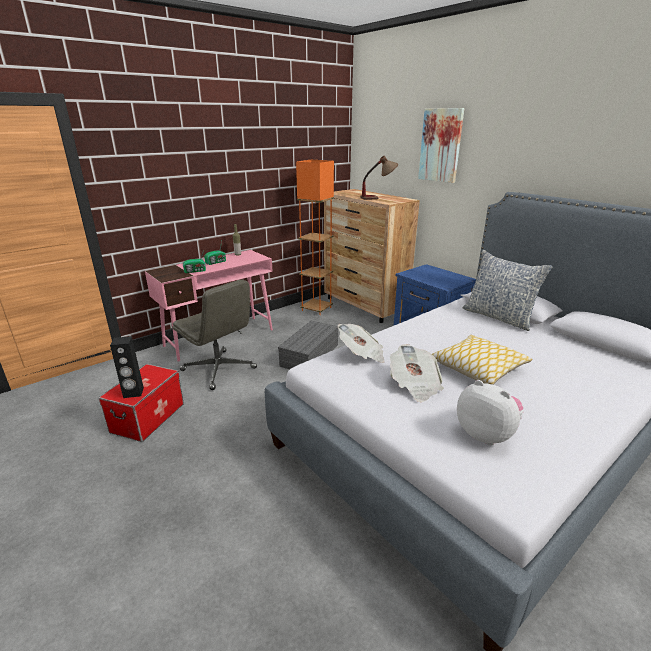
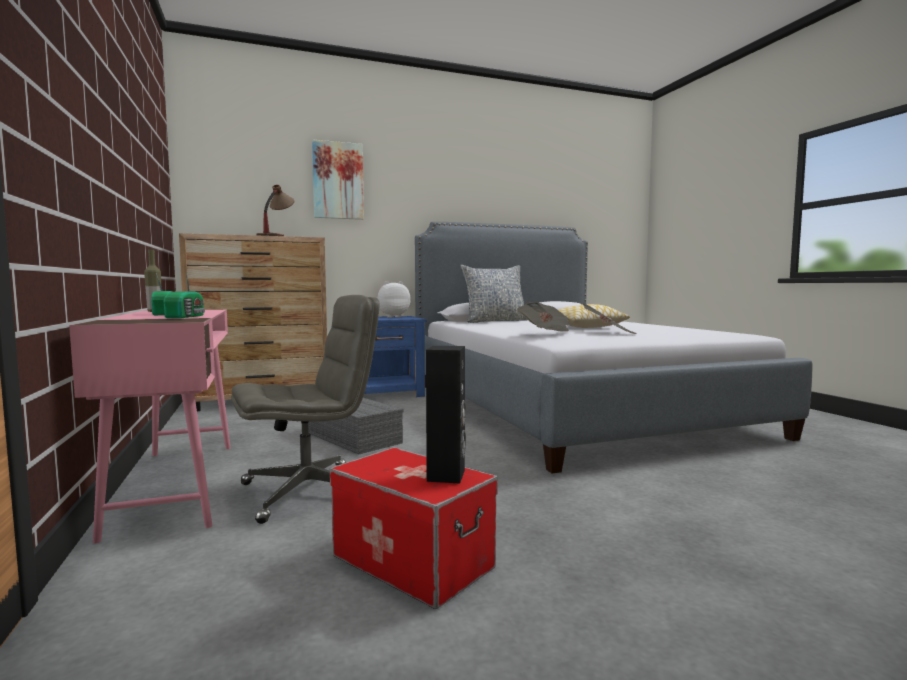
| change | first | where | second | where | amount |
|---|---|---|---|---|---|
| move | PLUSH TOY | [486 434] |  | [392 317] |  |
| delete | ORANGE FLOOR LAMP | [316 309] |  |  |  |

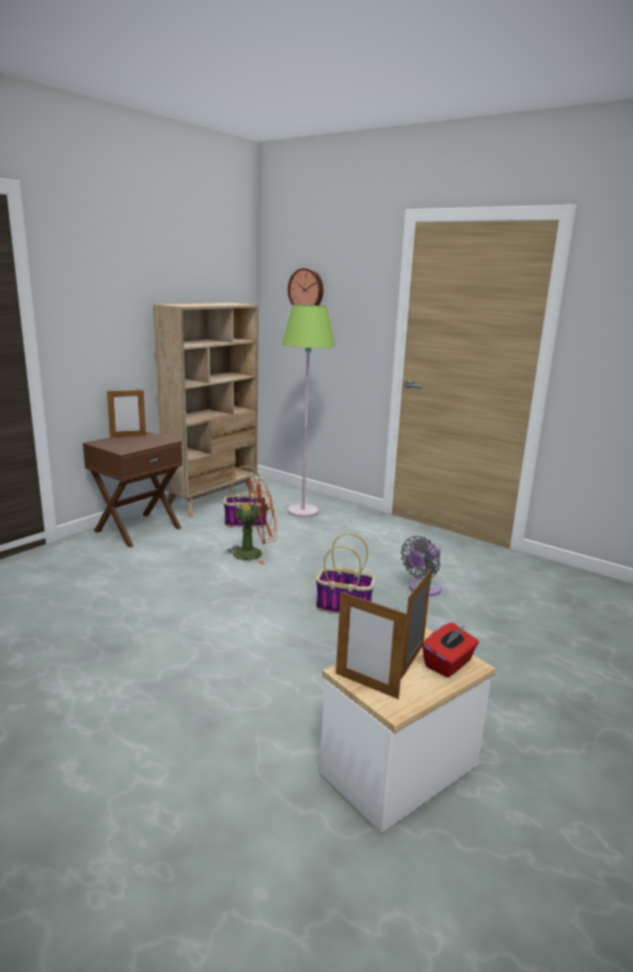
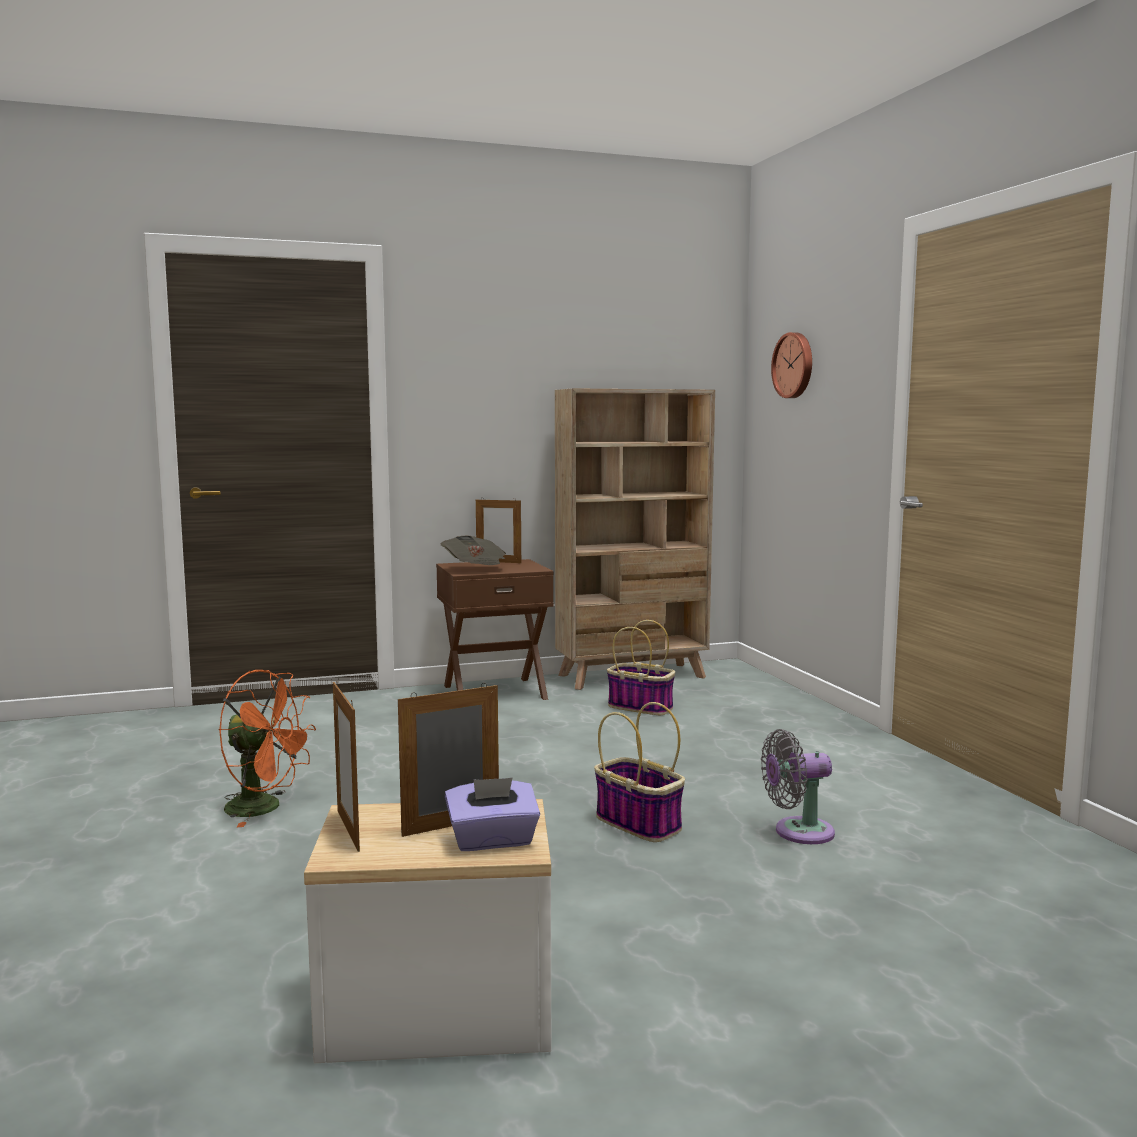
| change | first | where | second | where | amount |
|---|---|---|---|---|---|
| move | ORANGE FAN | [254 553] |  | [265 808] |  |
| insert |  |  | NEWSPAPER | [476 569] |  |
| recolor | RED TISSUE BOX | [448 664] | PURPLE TISSUE BOX | [492 841] |  |
| delete | GREEN FLOOR LAMP | [303 511] |  |  |  |

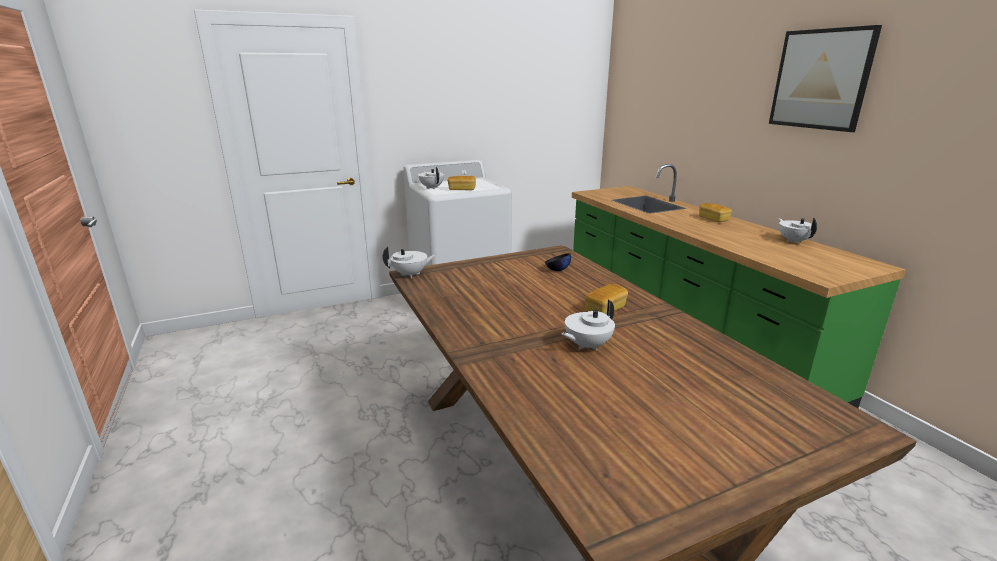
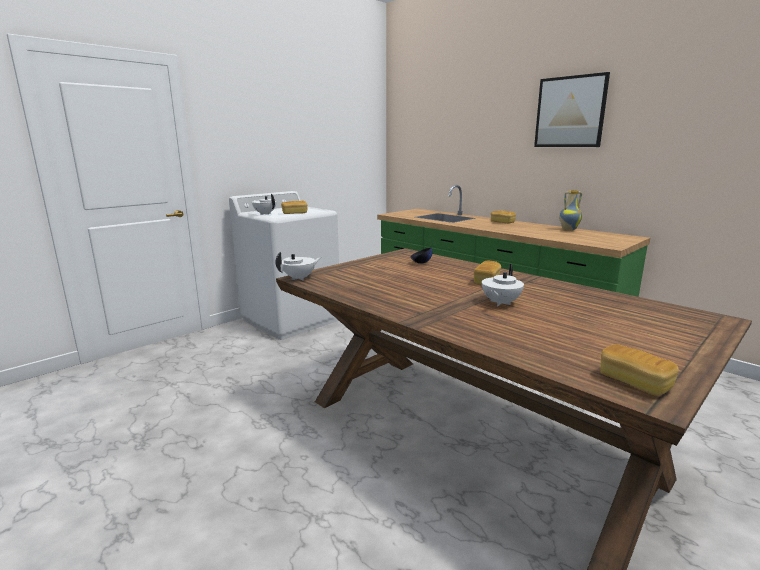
| change | first | where | second | where | amount |
|---|---|---|---|---|---|
| replace | WHITE TEAPOT | [793 241] | VASE | [568 229] |  |
| insert |  |  | BREAD | [634 382] |  |

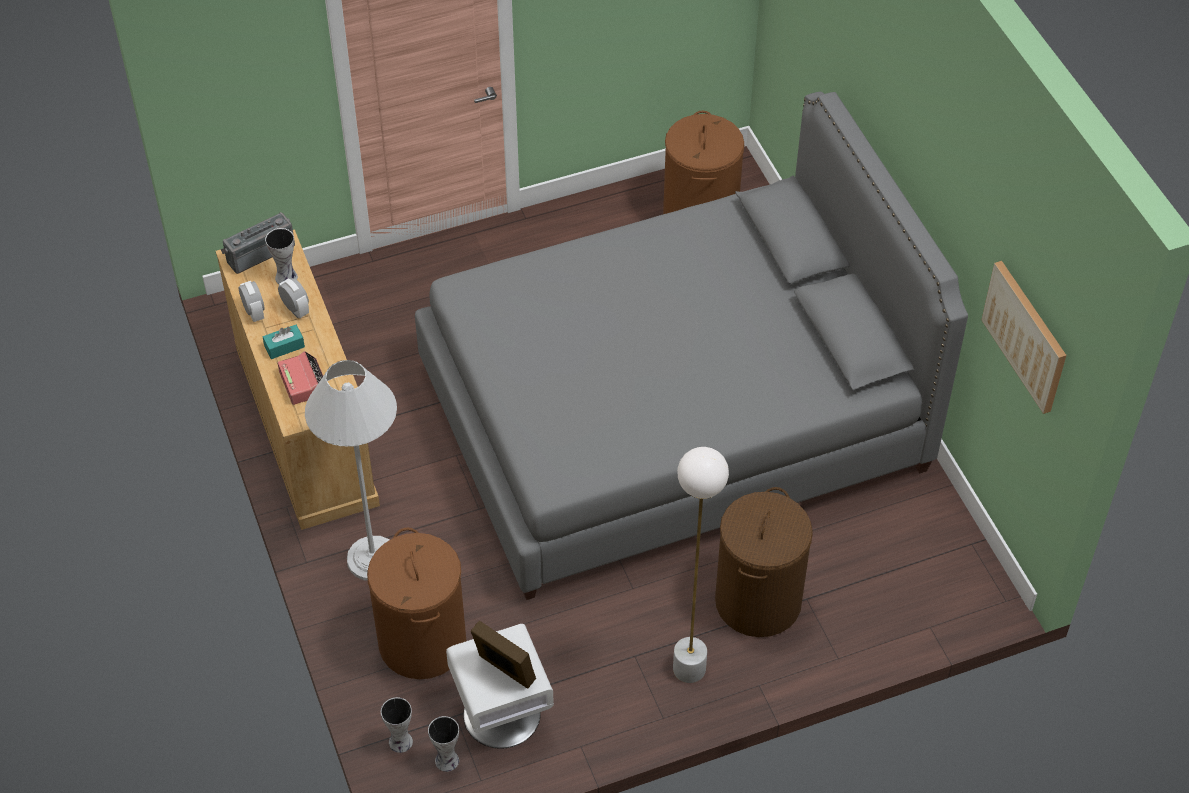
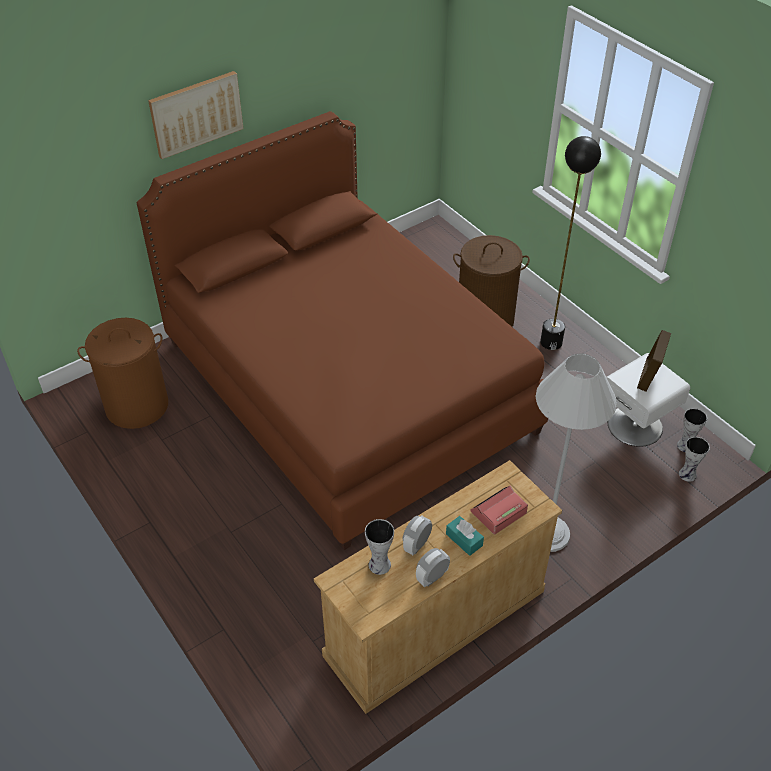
| change | first | where | second | where | amount |
|---|---|---|---|---|---|
| recolor | GREY BED | [672 418] | BROWN BED | [347 386] |  |
| move | PICTURE | [1026 335] |  | [196 113] |  |
| recolor | WHITE FLOOR LAMP | [689 669] | BLACK FLOOR LAMP | [551 342] |  |
| delete | RADIO | [259 252] |  |  |  |
| delete | BROWN LAUNDRY BASKET | [423 642] |  |  |  |

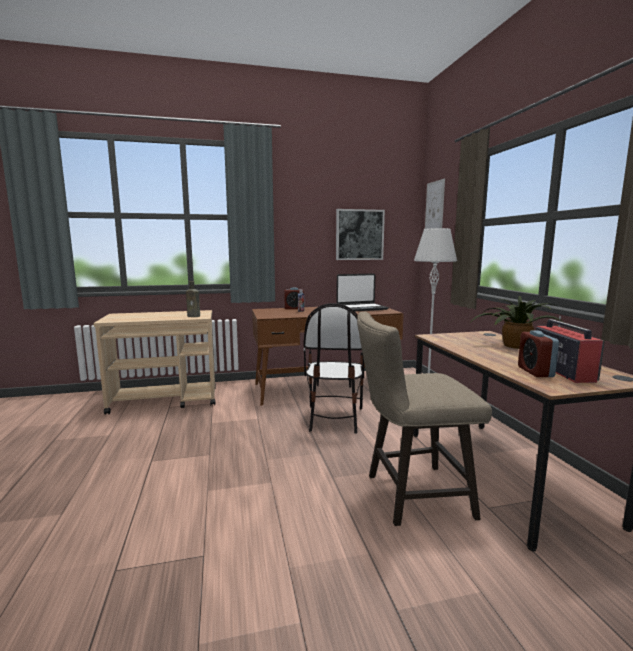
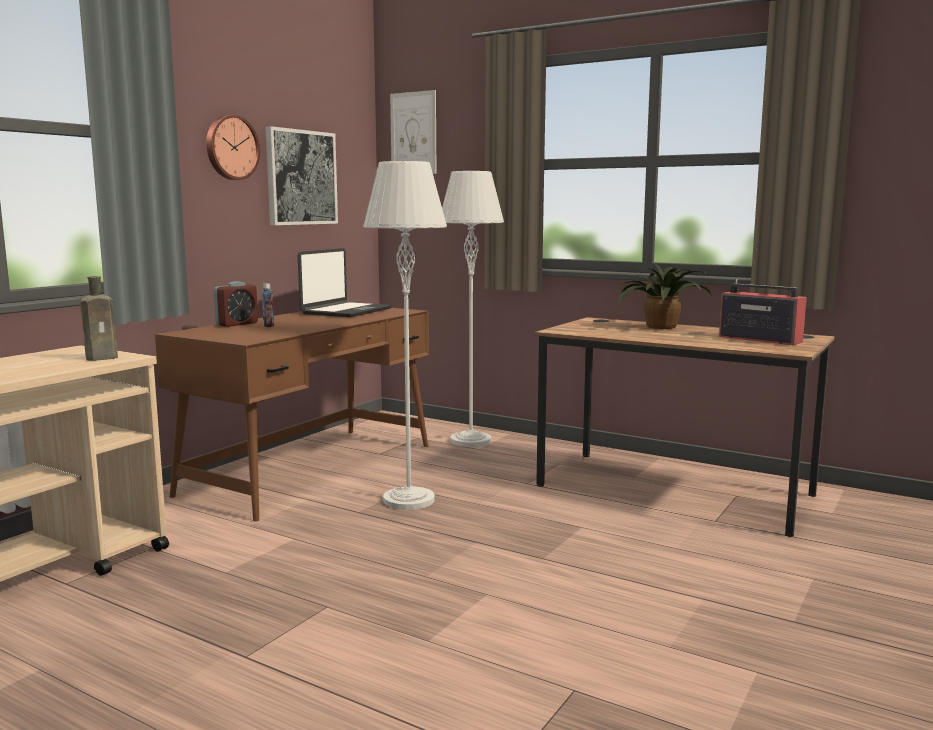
| change | first | where | second | where | amount |
|---|---|---|---|---|---|
| insert |  |  | WALL CLOCK | [231 147] |  |
| replace | CHAIR | [334 418] | GREY FLOOR LAMP | [409 500] |  |
| delete | BEIGE STOOL | [410 495] |  |  |  |
| delete | ALARM CLOCK | [535 372] |  |  |  |

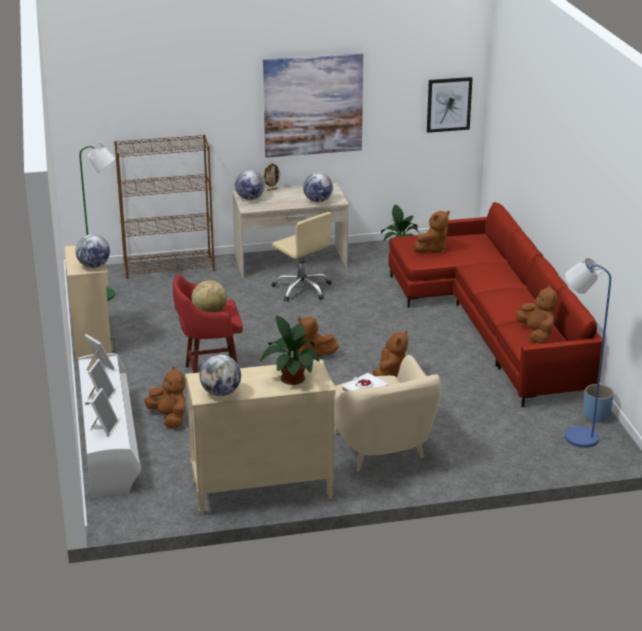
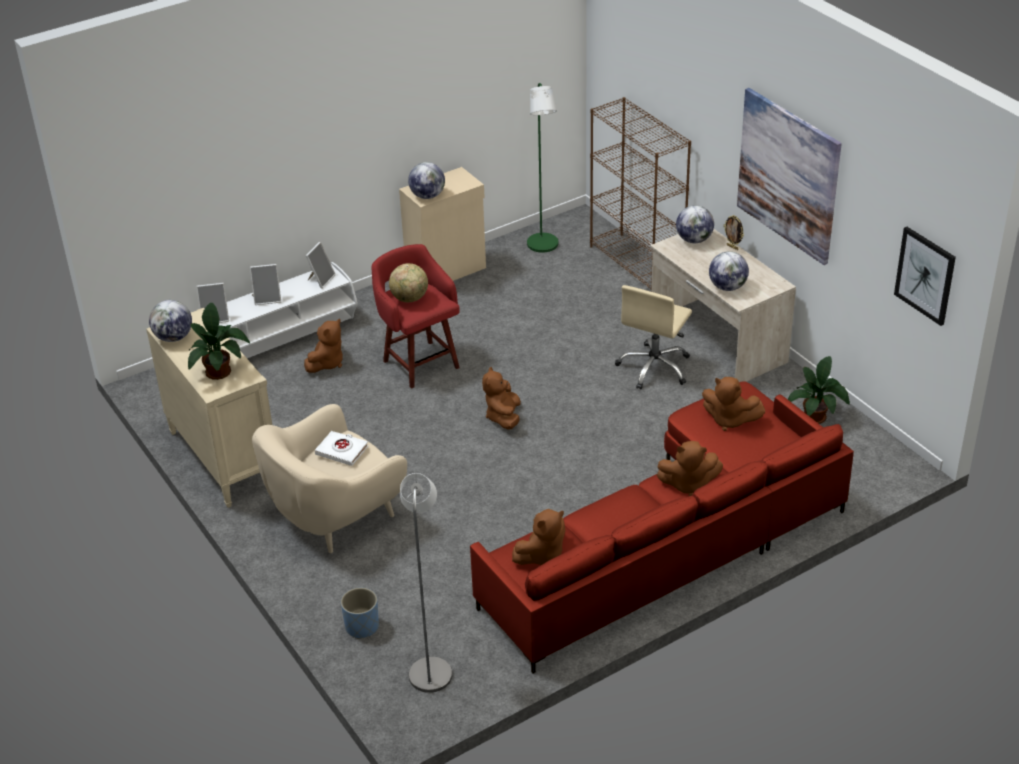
| change | first | where | second | where | amount |
|---|---|---|---|---|---|
| move | BLUE PLANTER | [596 416] |  | [362 627] |  |
| recolor | BLUE FLOOR LAMP | [574 436] | GREY FLOOR LAMP | [431 668] |  |
| move | BROWN PLUSH TOY | [390 374] |  | [688 484] |  |

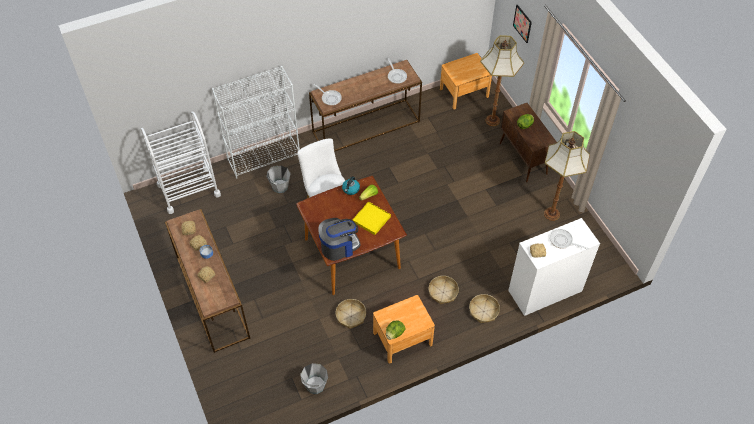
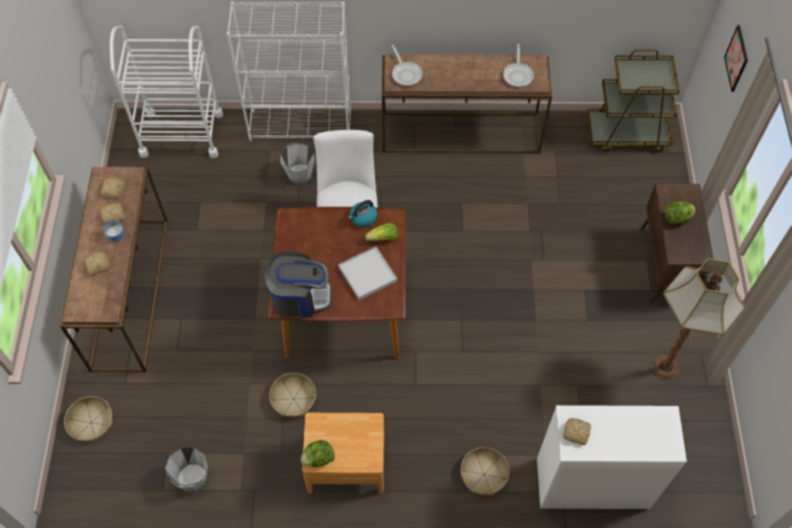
| change | first | where | second | where | amount |
|---|---|---|---|---|---|
| move | BASKET | [443 292] |  | [91 422] |  |
| recolor | YELLOW TRAY | [371 219] | WHITE TRAY | [368 274] |  |
| replace | BROWN NIGHTSTAND | [464 93] | BROWN CART | [627 134] |  |
| delete | FLOOR LAMP | [493 120] |  |  |  |
| delete | FRYING PAN | [563 241] |  |  |  |

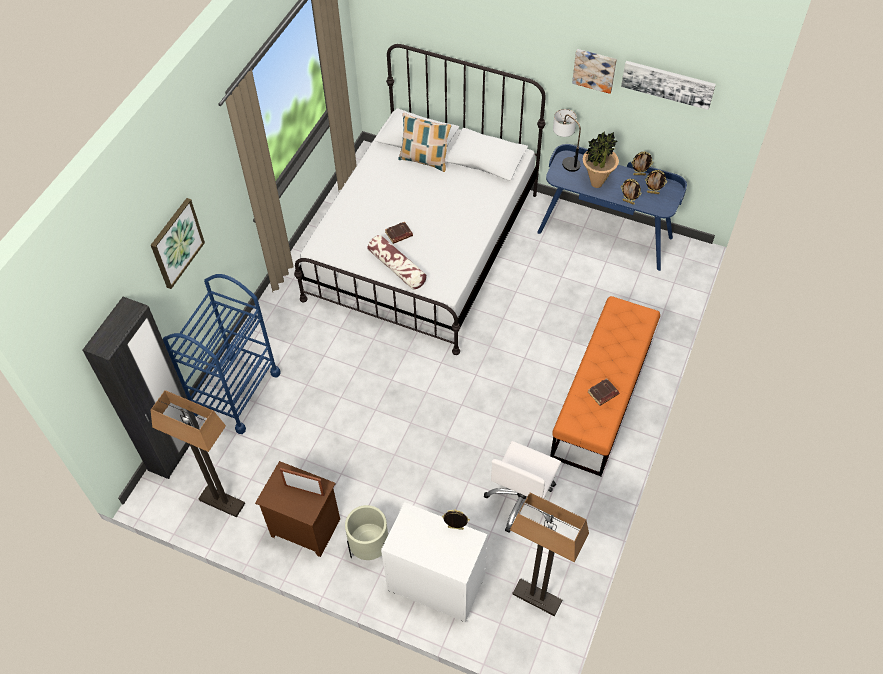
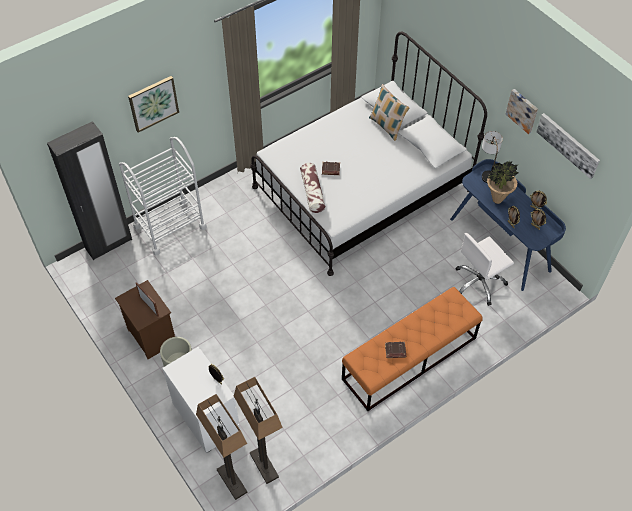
| change | first | where | second | where | amount |
|---|---|---|---|---|---|
| recolor | BLUE CART | [235 392] | WHITE CART | [170 226] |  |
| move | FLOOR LAMP | [221 502] |  | [231 481] |  |
| move | WHITE OFFICE CHAIR | [522 500] |  | [479 283] |  |

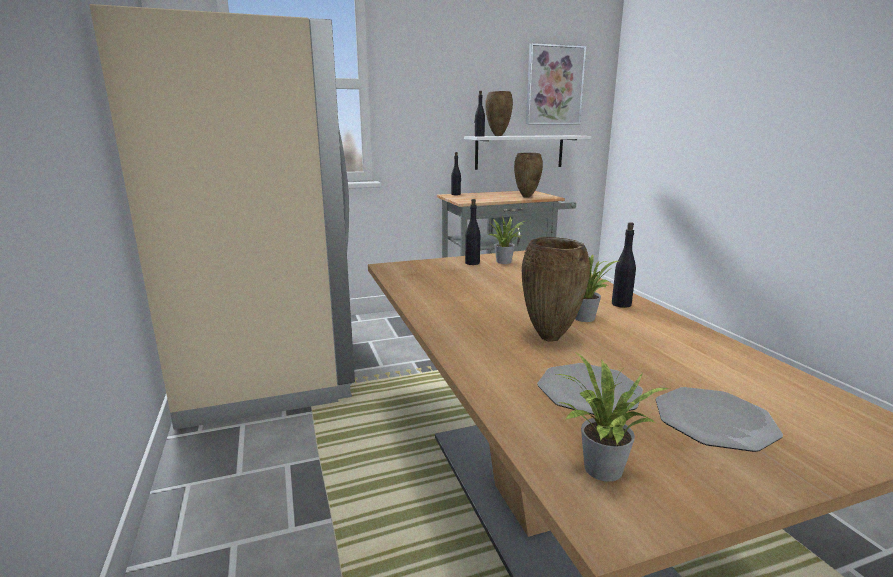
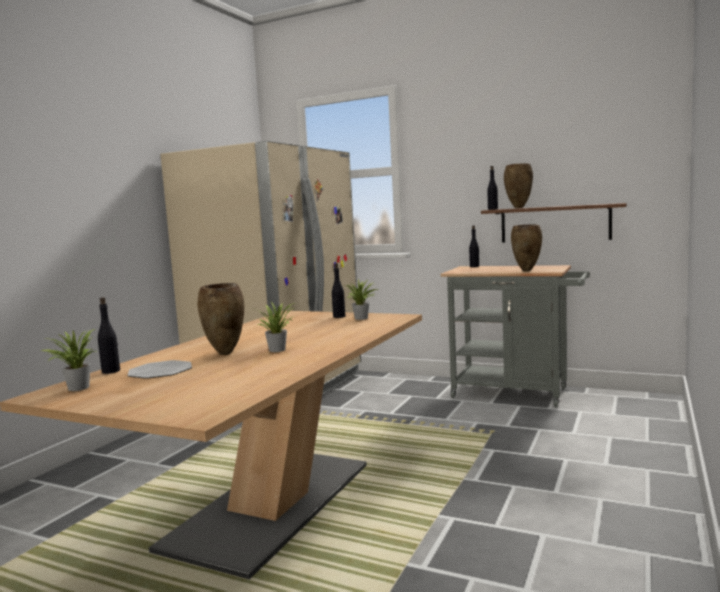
| change | first | where | second | where | amount |
|---|---|---|---|---|---|
| move | BLACK BOTTLE | [621 304] |  | [111 371] |  |
| recolor | WHITE SHELF | [519 152] | BROWN SHELF | [554 223] |  |
| delete | PICTURE | [554 85] |  |  |  |
| delete | PLATE | [714 420] |  |  |  |

